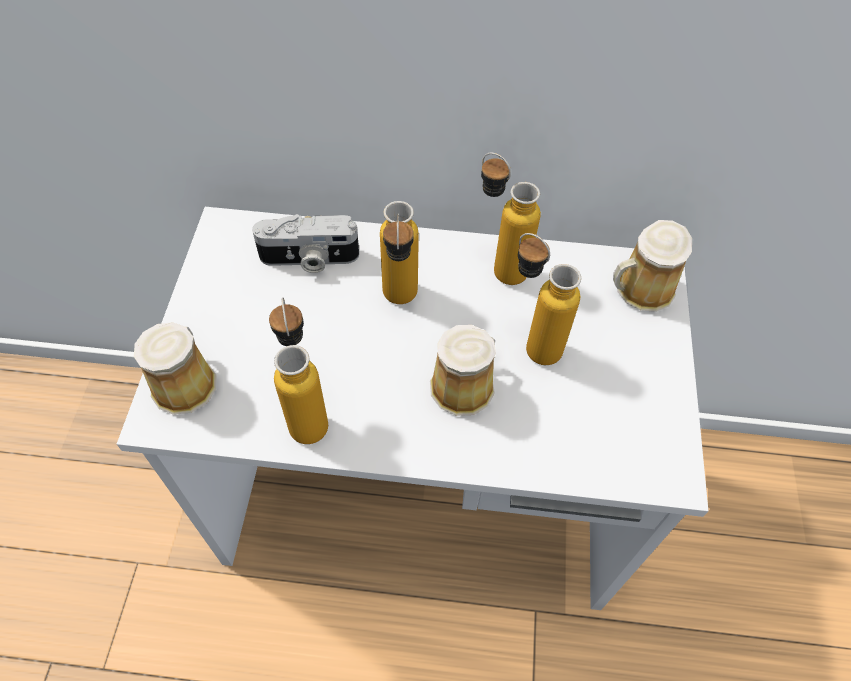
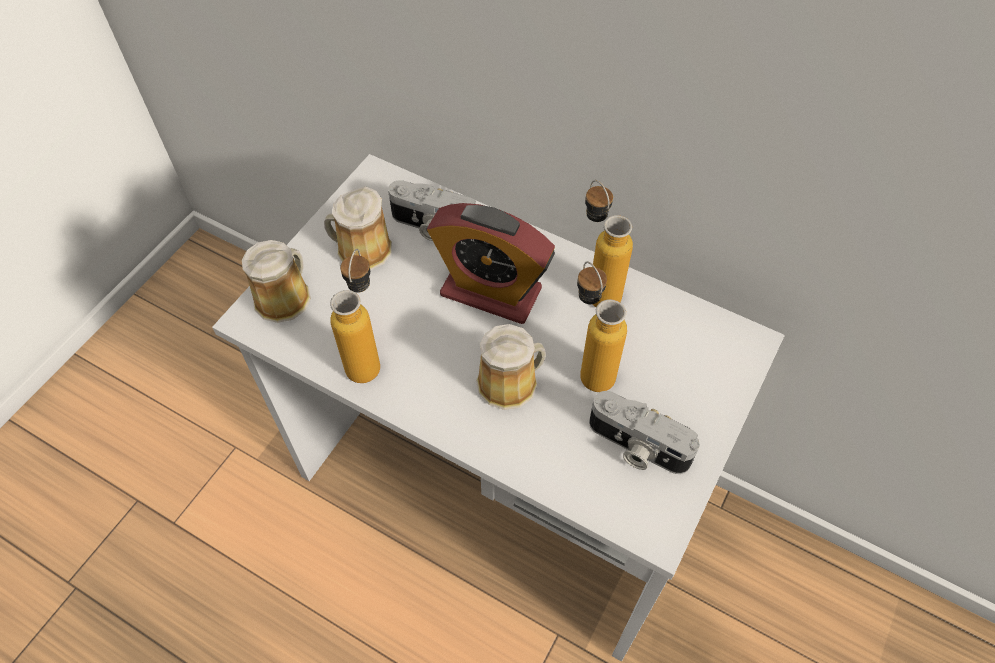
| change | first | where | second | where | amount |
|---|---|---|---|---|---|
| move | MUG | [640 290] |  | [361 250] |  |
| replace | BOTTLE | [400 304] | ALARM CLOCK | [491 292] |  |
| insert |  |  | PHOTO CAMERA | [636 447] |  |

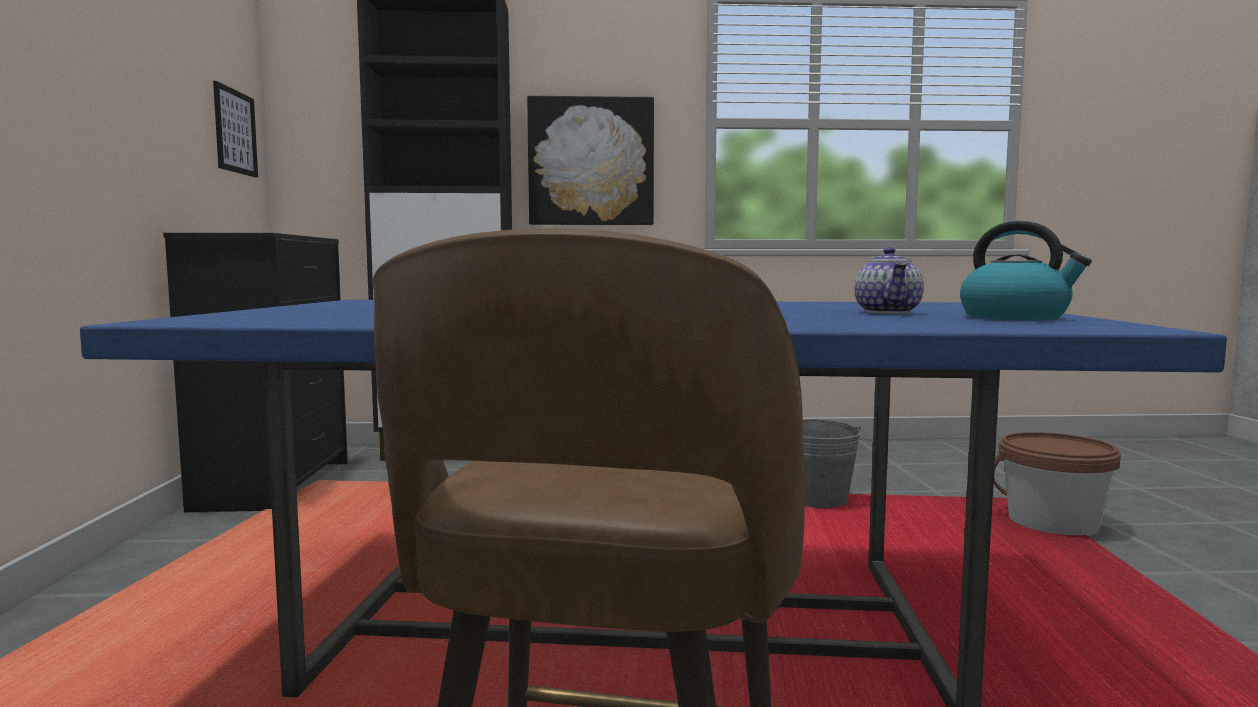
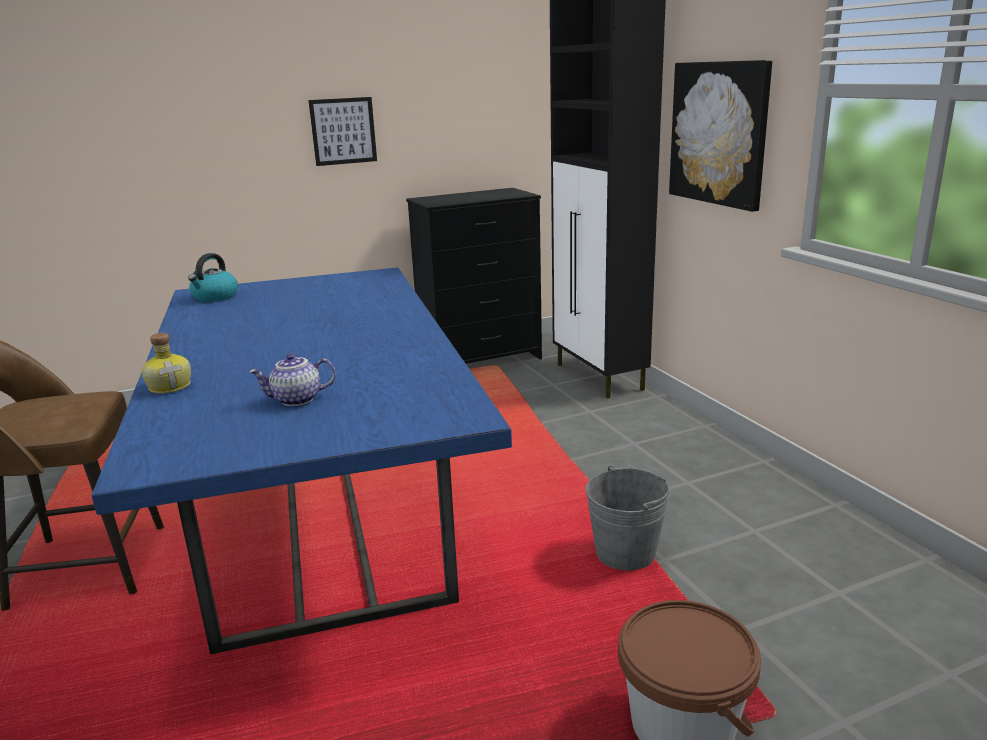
| change | first | where | second | where | amount |
|---|---|---|---|---|---|
| insert |  |  | BOTTLE | [170 386] |  |
| move | KETTLE | [1016 317] |  | [215 297] |  |
| move | PICTURE | [235 131] |  | [343 131] |  |

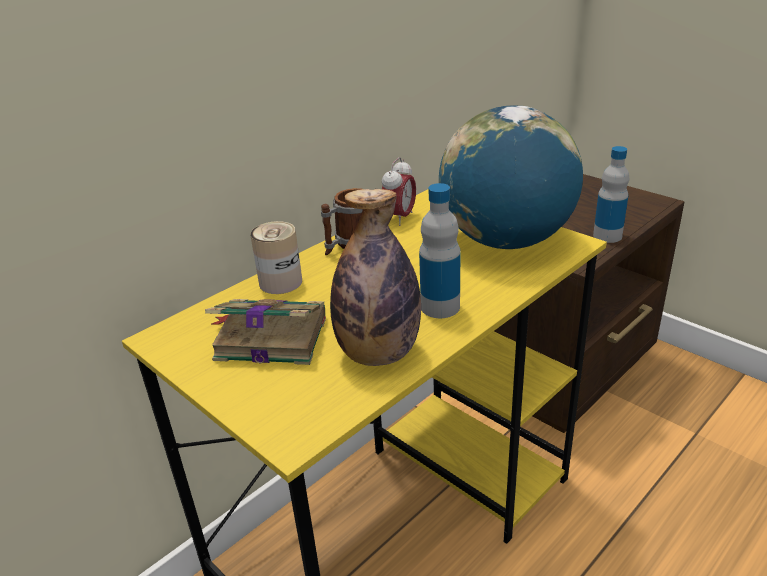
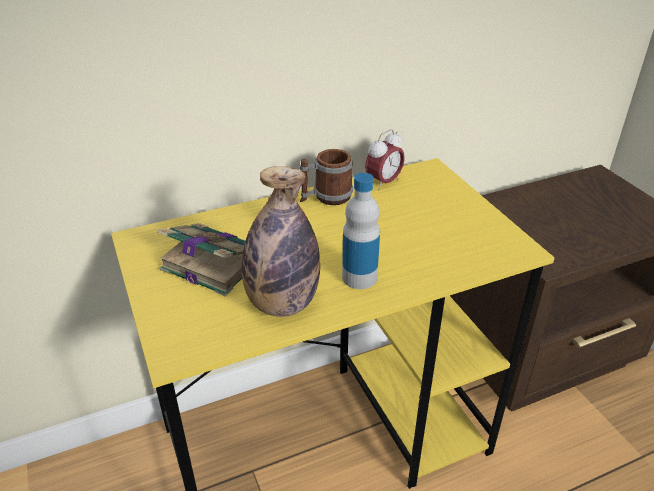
| change | first | where | second | where | amount |
|---|---|---|---|---|---|
| delete | CAN | [280 282] |  |  |  |
| delete | GLOBE | [506 241] |  |  |  |
| delete | BOTTLE | [607 236] |  |  |  |

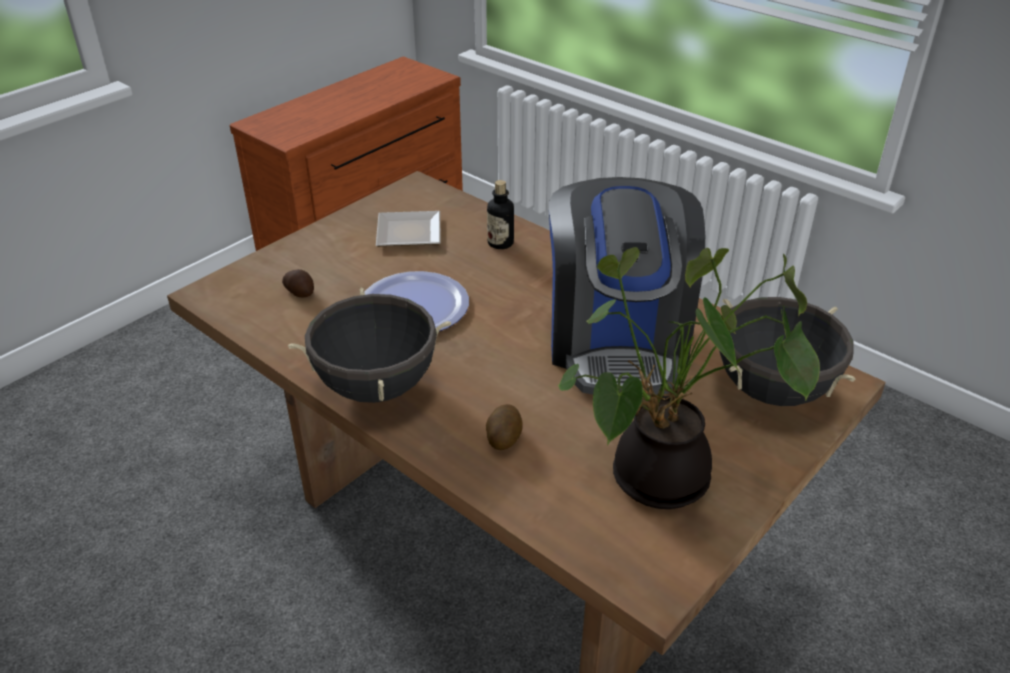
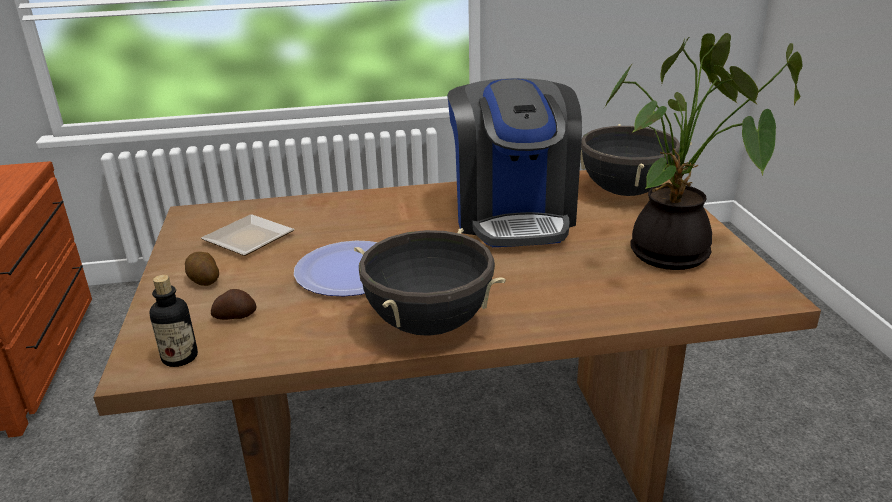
| change | first | where | second | where | amount |
|---|---|---|---|---|---|
| move | BOTTLE | [500 243] |  | [180 357] |  |
| move | POTATO | [504 437] |  | [203 280] |  |
| rotate | COFFEE MACHINE | [617 342] |  | [513 216] | 45 degrees clockwise |

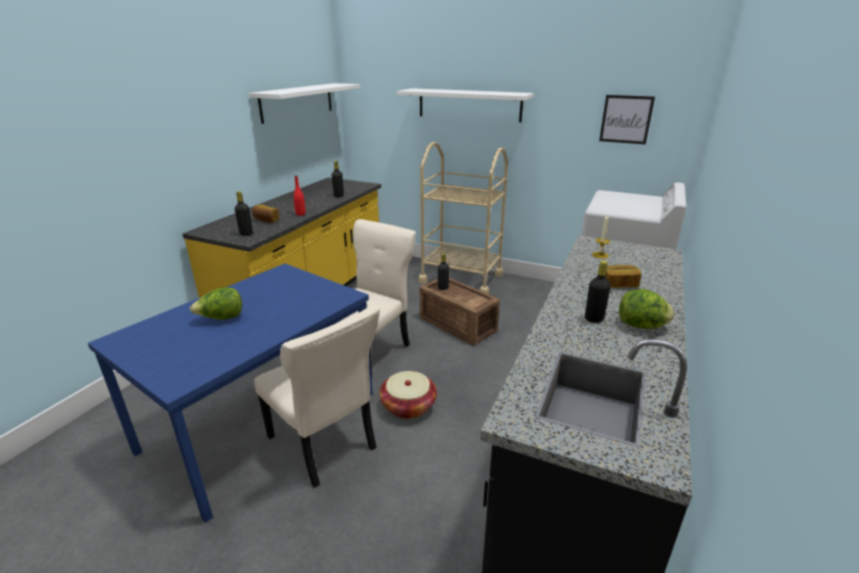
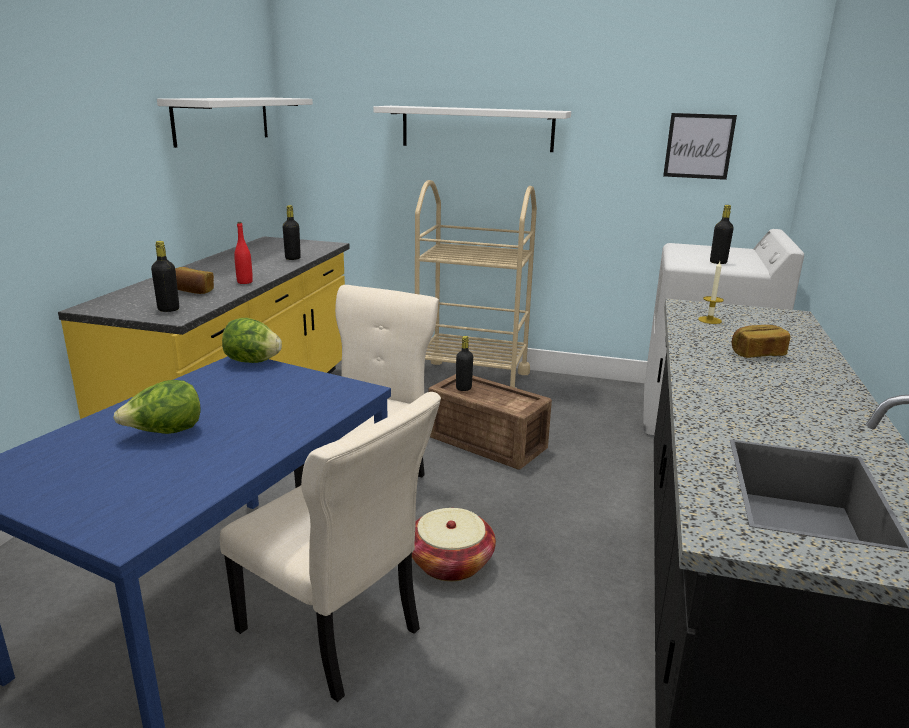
| change | first | where | second | where | amount |
|---|---|---|---|---|---|
| move | LETTUCE | [641 326] |  | [252 361] |  |
| move | BLACK BOTTLE | [593 319] |  | [718 262] |  |

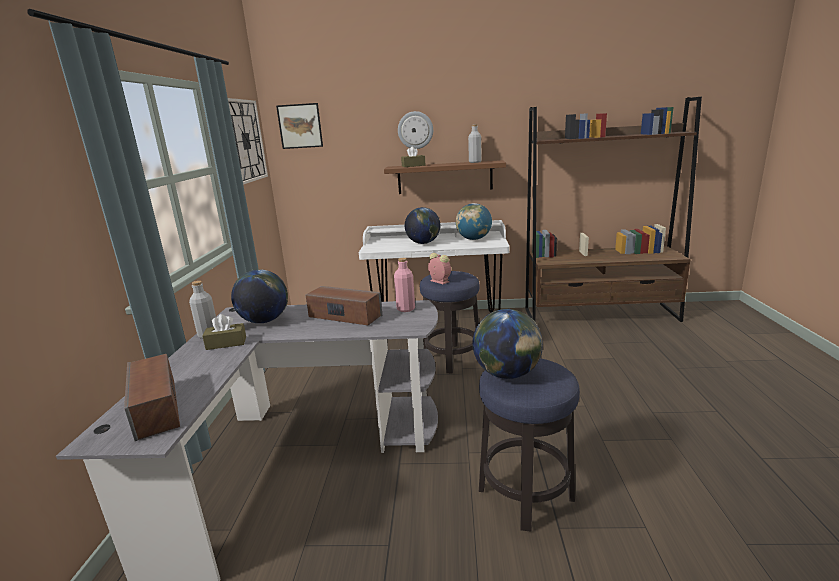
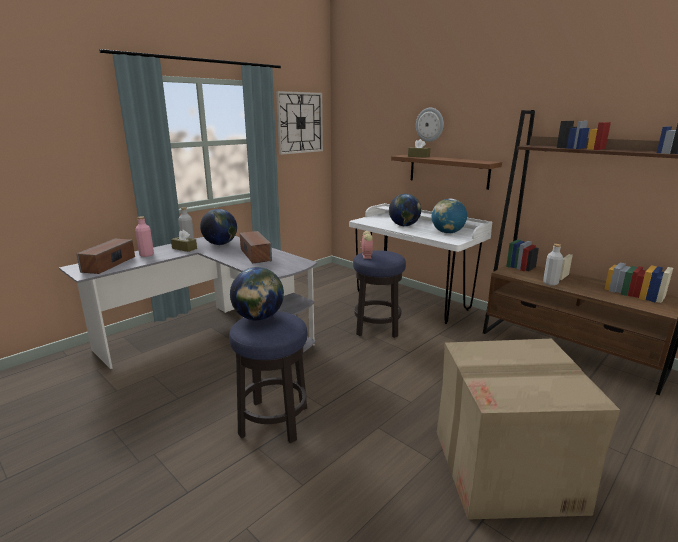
| change | first | where | second | where | amount |
|---|---|---|---|---|---|
| move | PINK BOTTLE | [405 309] |  | [146 255] |  |
| insert |  |  | CARDBOARD BOX | [507 469] |  |
| move | GREY BOTTLE | [475 162] |  | [550 283] |  |
| delete | PICTURE | [300 126] |  |  |  |

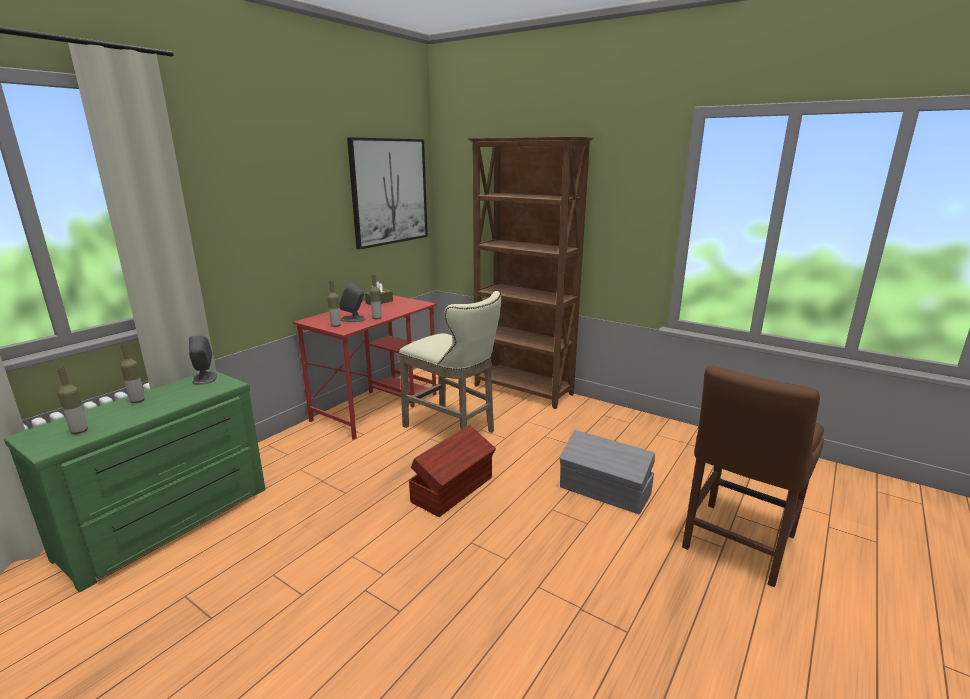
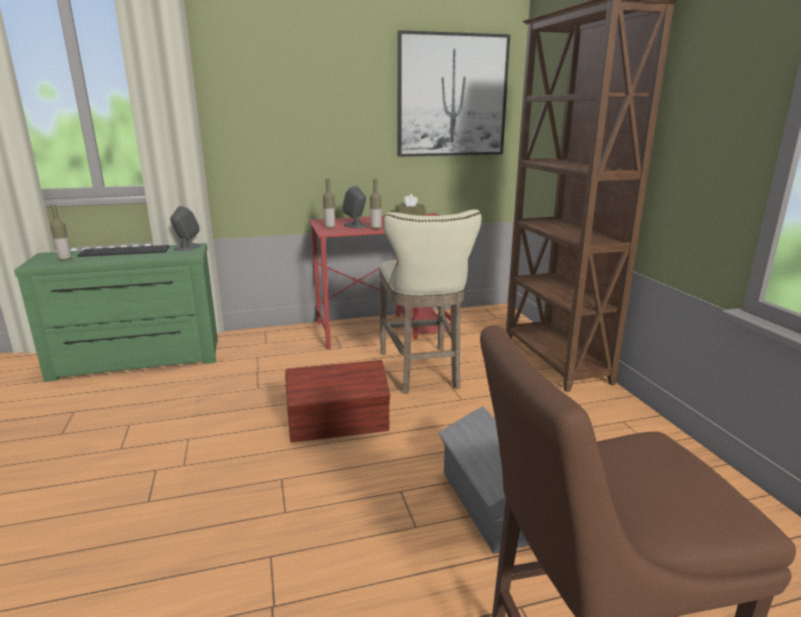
| change | first | where | second | where | amount |
|---|---|---|---|---|---|
| replace | BOTTLE | [137 401] | KEYBOARD | [126 251] |  |

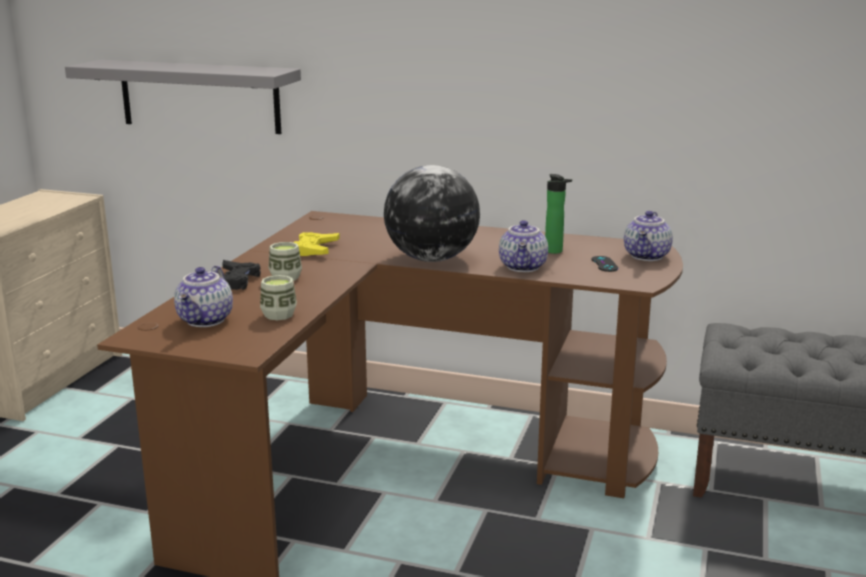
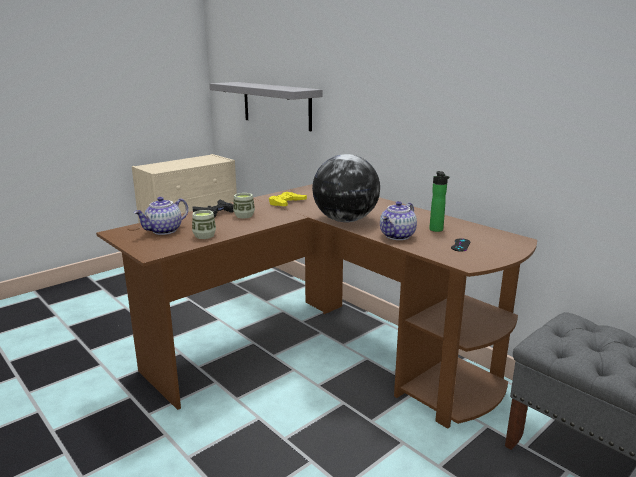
| change | first | where | second | where | amount |
|---|---|---|---|---|---|
| delete | TEAPOT | [647 256] |  |  |  |

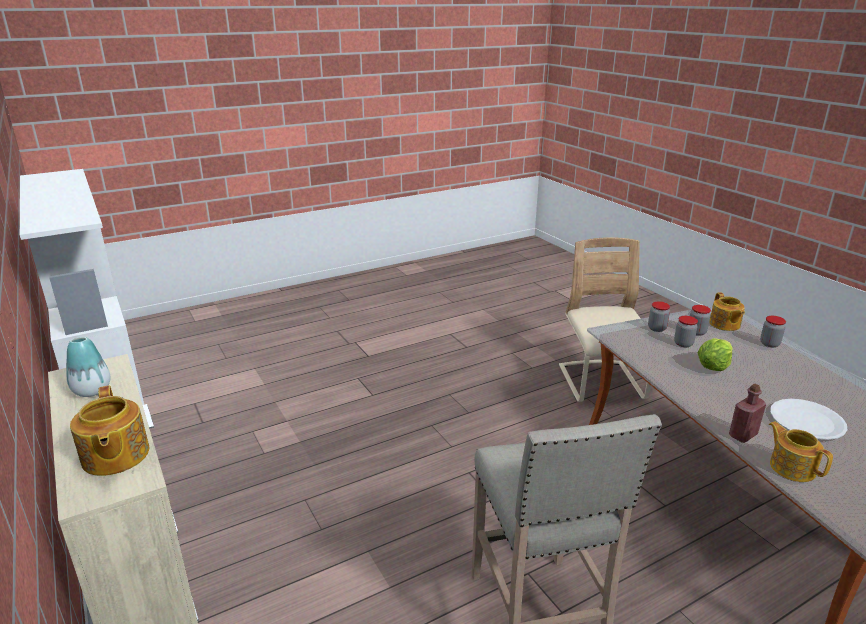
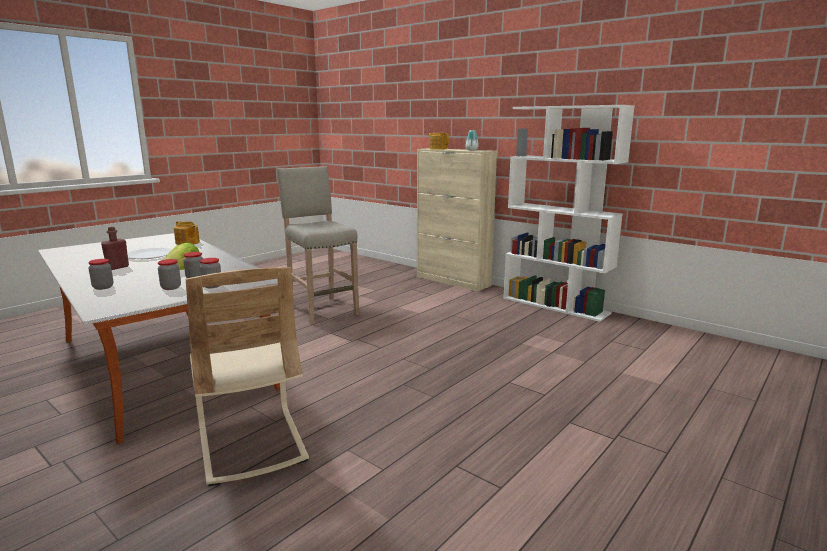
| change | first | where | second | where | amount |
|---|---|---|---|---|---|
| move | RED BOTTLE | [742 435] |  | [117 267] |  |
| delete | TEAPOT | [724 324] |  |  |  |

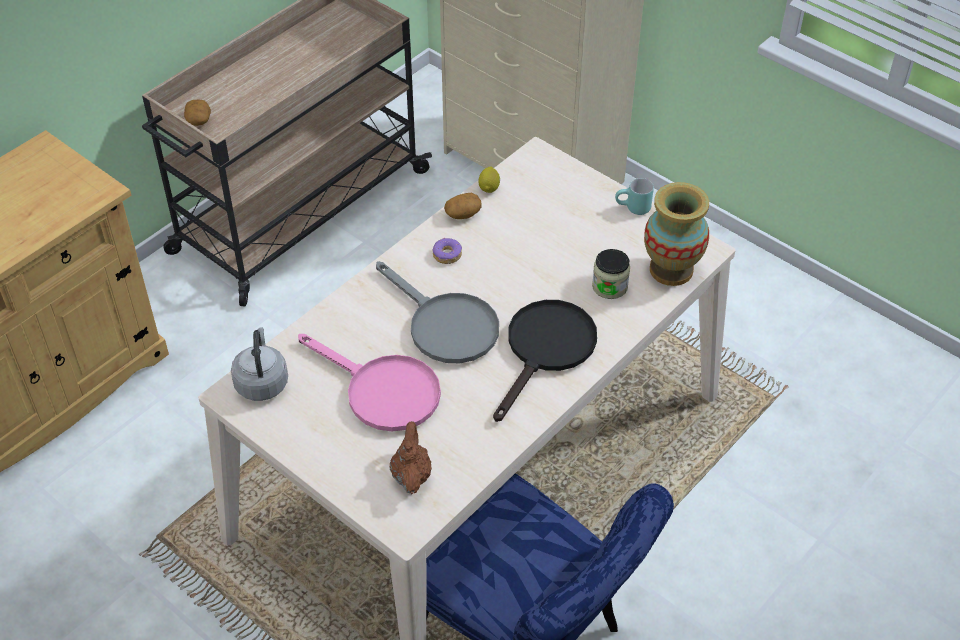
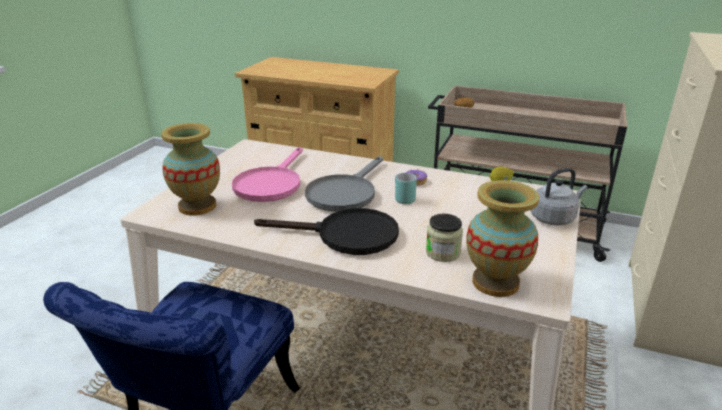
| change | first | where | second | where | amount |
|---|---|---|---|---|---|
| replace | BROWN TEAPOT | [411 475] | VASE | [197 206] |  |
| move | TURQUOISE MUG | [633 209] |  | [401 198] |  |
| move | GREY KETTLE | [261 382] |  | [554 218] |  |
| delete | POTATO | [463 214] |  |  |  |

